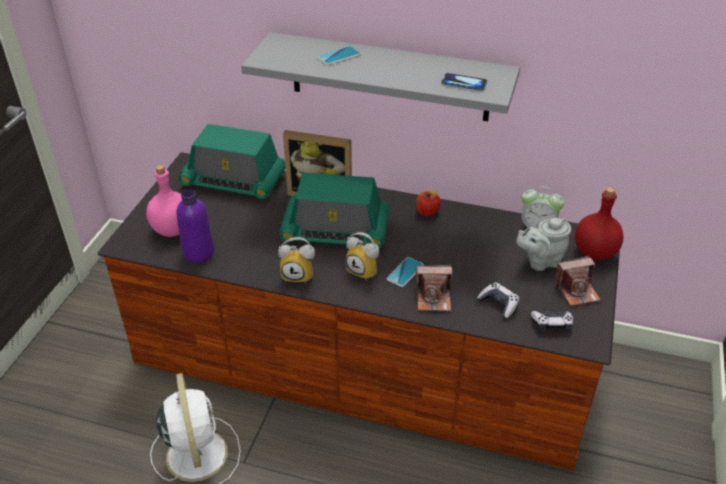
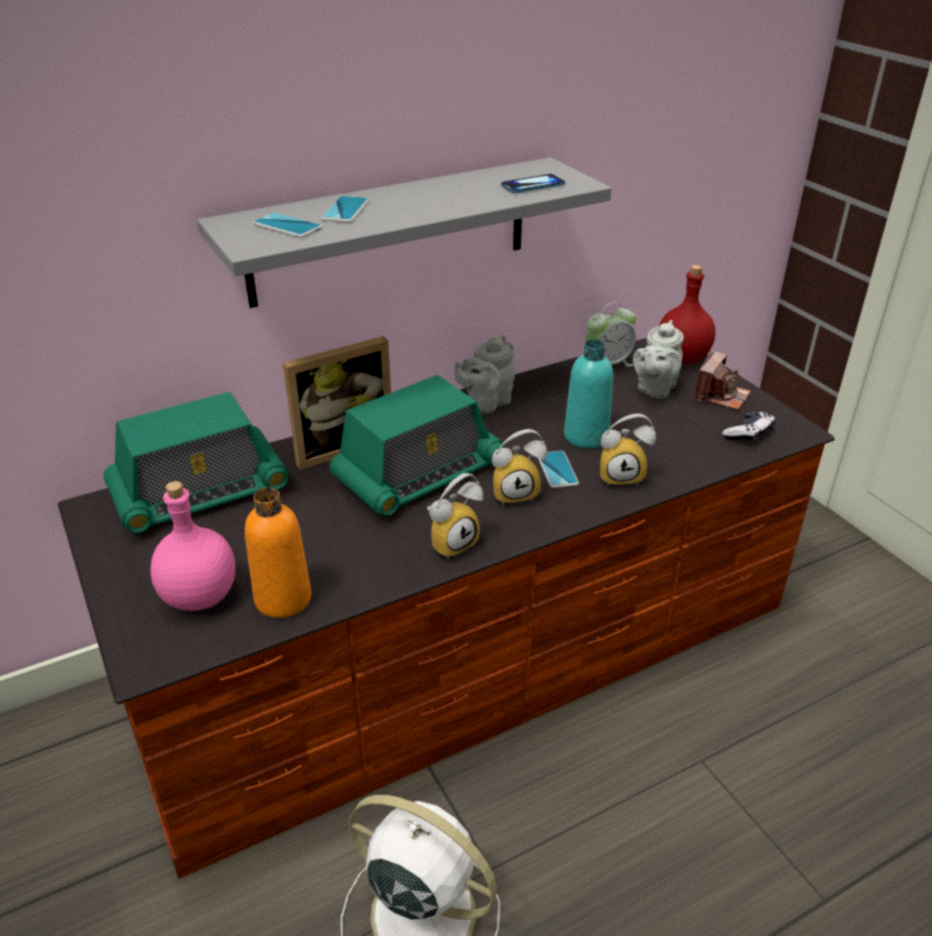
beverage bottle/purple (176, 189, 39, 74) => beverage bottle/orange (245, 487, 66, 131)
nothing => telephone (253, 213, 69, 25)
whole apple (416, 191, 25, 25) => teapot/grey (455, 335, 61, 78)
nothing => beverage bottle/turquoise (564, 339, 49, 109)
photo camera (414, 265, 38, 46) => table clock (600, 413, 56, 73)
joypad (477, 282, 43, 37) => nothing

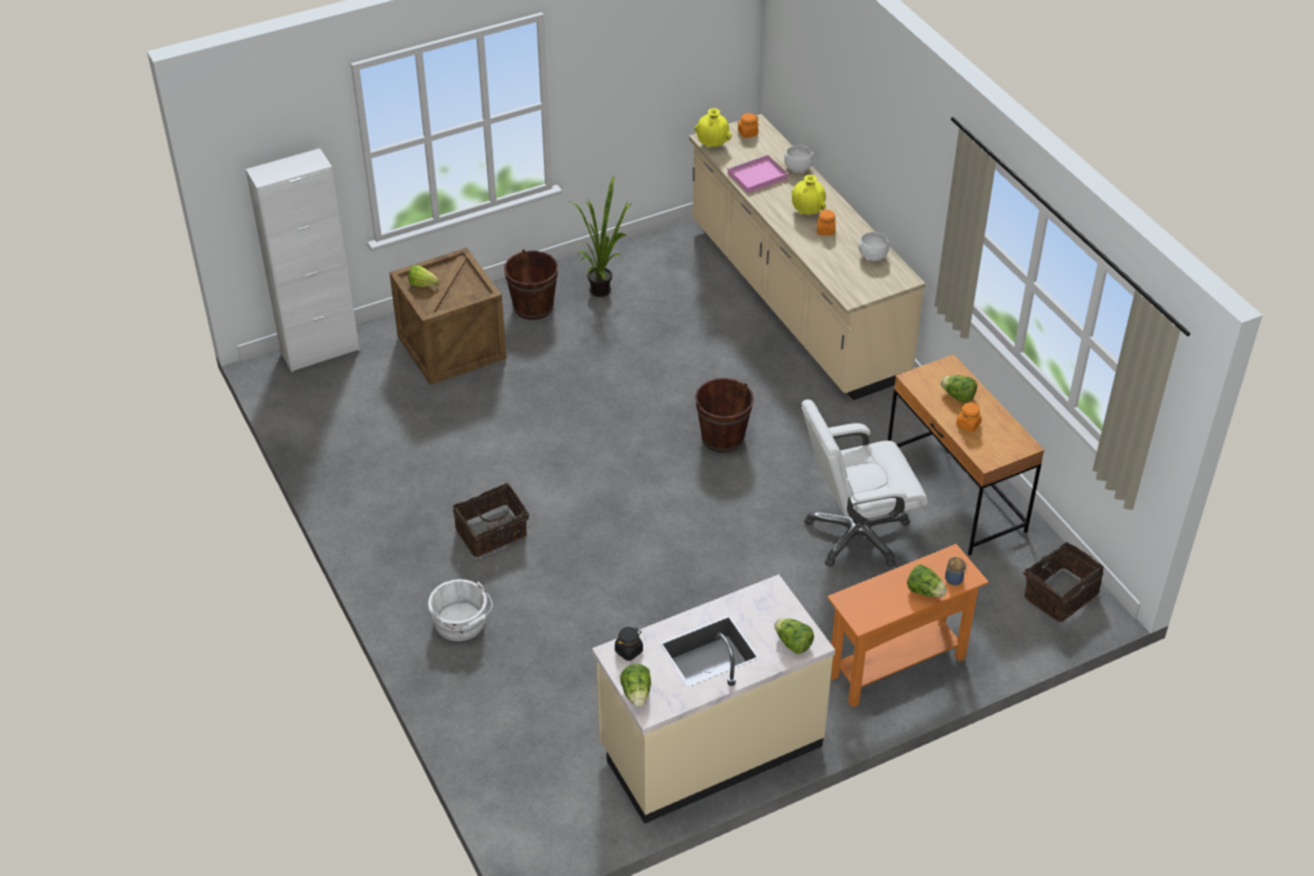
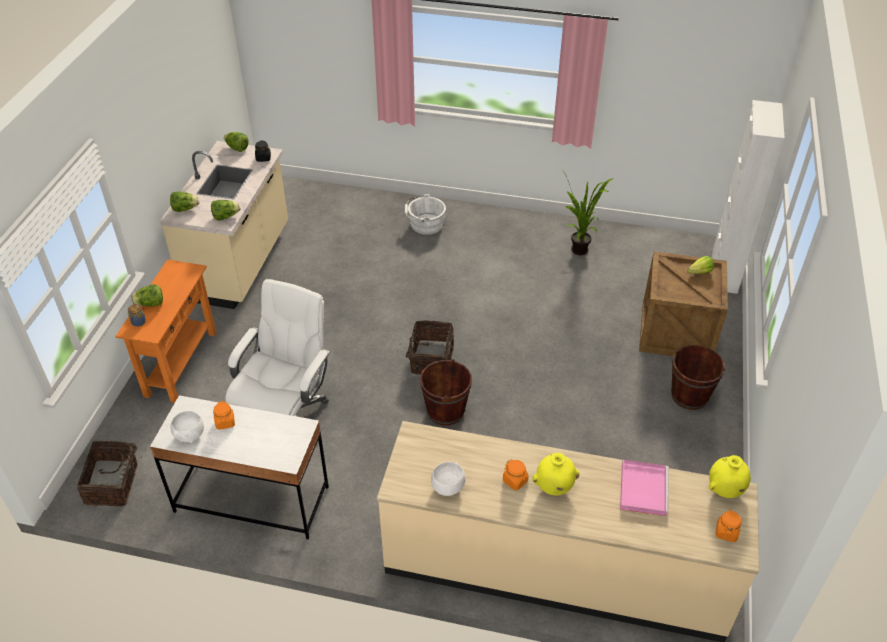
desk/brown (888, 354, 157, 202) => desk/white (150, 395, 179, 145)
deep dish/white (784, 145, 30, 28) => deep dish/white (170, 411, 34, 32), moved
head of lettuce (941, 375, 36, 28) => head of lettuce (211, 200, 29, 20), moved
storage basket (453, 483, 76, 74) => storage basket (406, 320, 48, 55), moved
houseplant (569, 176, 63, 121) => houseplant (561, 169, 53, 86), moved

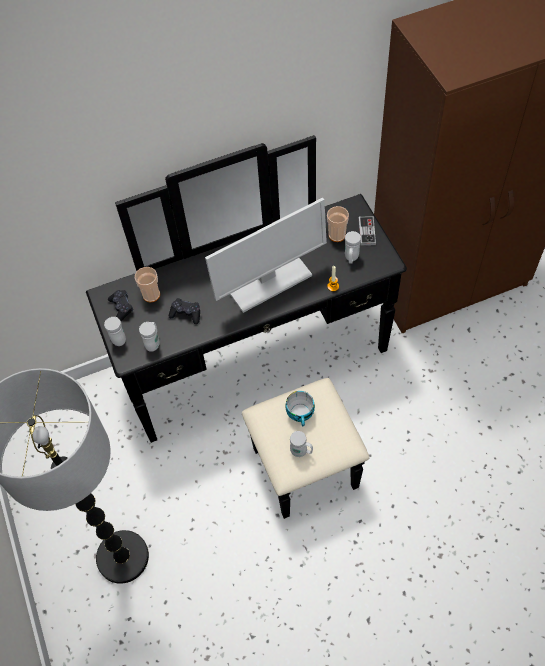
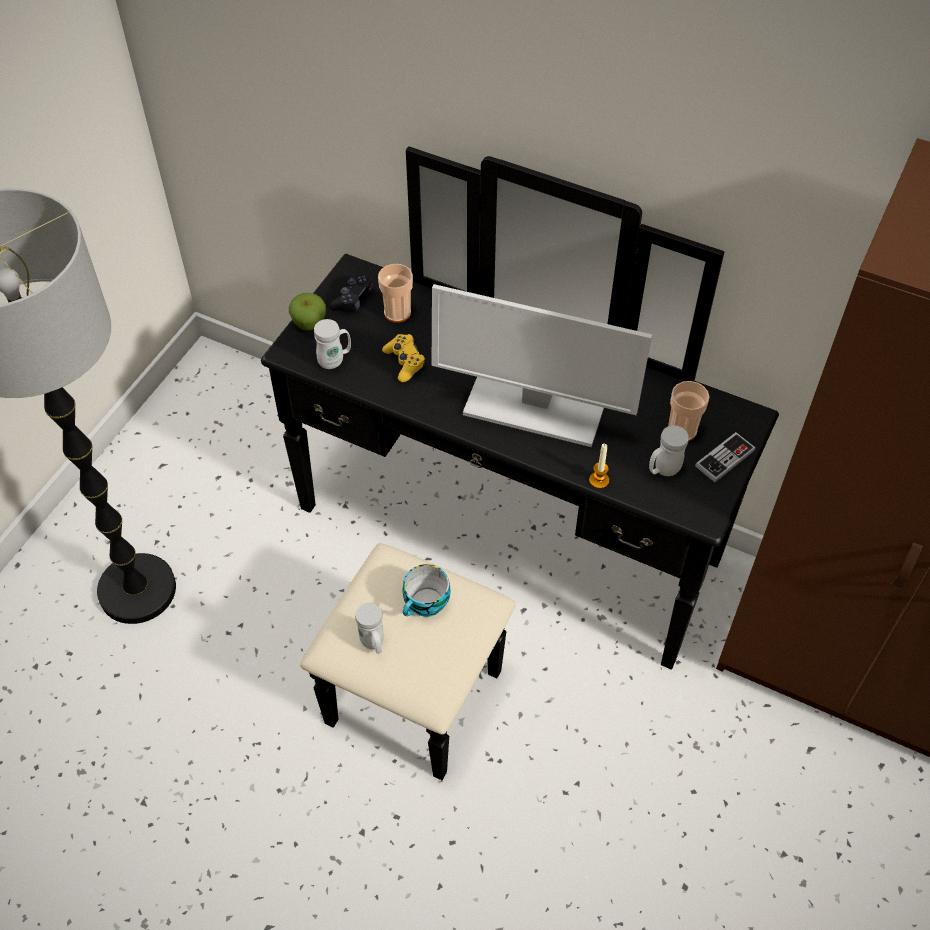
tea mug/white (104, 317, 22, 29) => whole apple (289, 293, 37, 38)
joypad/black-coloured (169, 298, 31, 26) => joypad/yellow-coloured (382, 334, 44, 48)

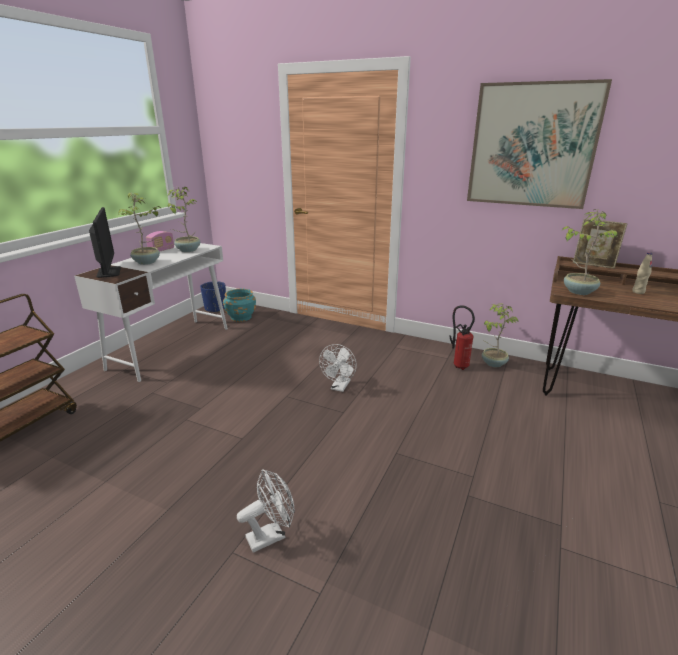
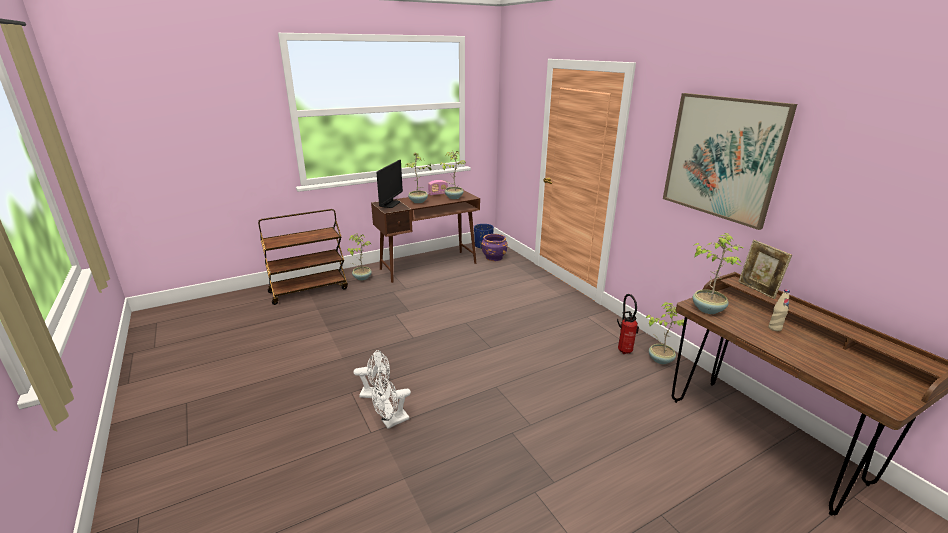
nothing => houseplant (348, 234, 24, 47)
desk/white (74, 243, 154, 139) => desk/brown (371, 190, 109, 93)
fan/white (319, 344, 38, 48) => fan/white (372, 376, 39, 53), moved
planter/turquoise (223, 289, 33, 33) => planter/purple (481, 234, 27, 27)

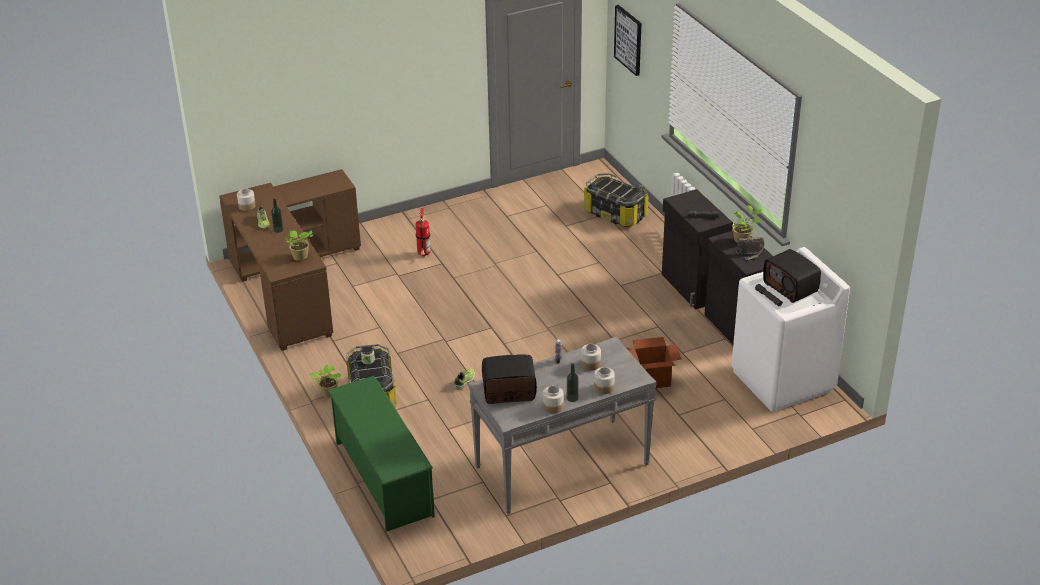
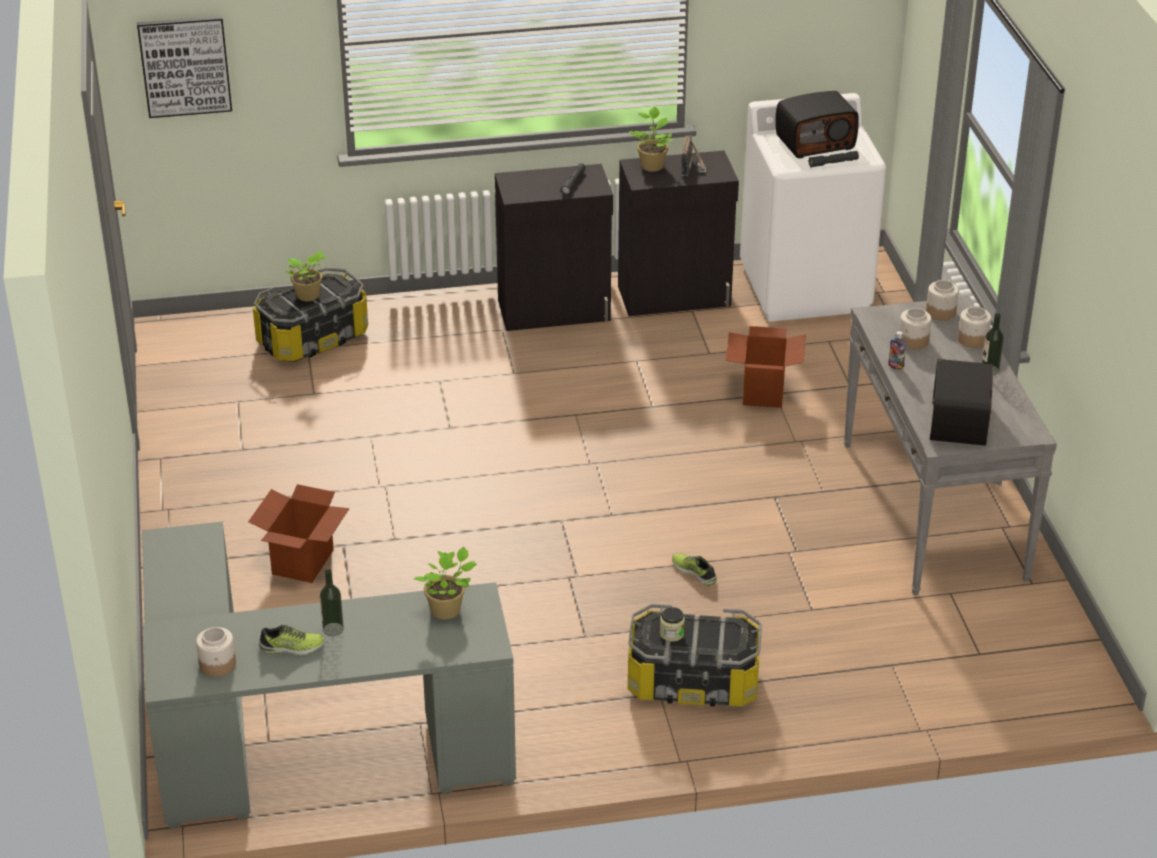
desk/brown (219, 169, 142, 182) => desk/grey (142, 522, 374, 306)
extinguisher (415, 208, 16, 49) => packing box (248, 484, 101, 99)
houseplant (309, 365, 32, 33) => houseplant (285, 251, 42, 50), moved
jar (543, 386, 20, 28) => jar (926, 280, 33, 41), moved
shoe shelf/greenish (328, 376, 107, 156) => nothing

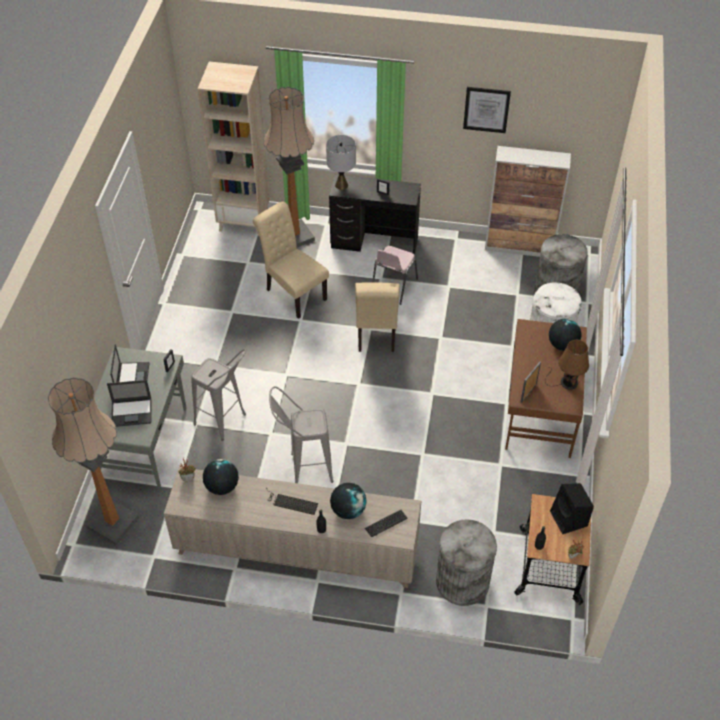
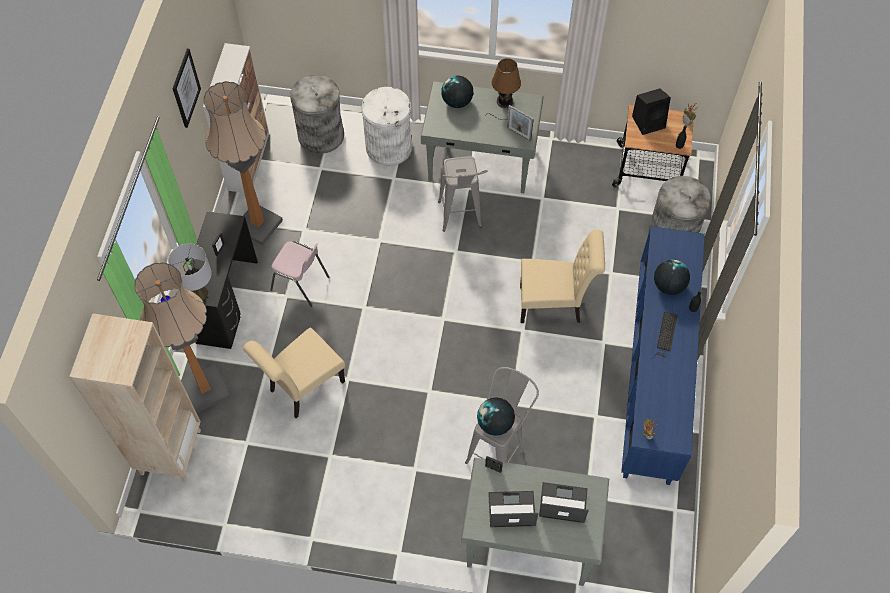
standing lamp (48, 378, 91, 167) => standing lamp (203, 81, 80, 164), moved
desk/brown (505, 319, 82, 139) => desk/grey (421, 81, 123, 112)
stool/grey (269, 386, 64, 97) => stool/grey (438, 156, 50, 76), moved
desk globe (203, 459, 36, 36) => desk globe (477, 397, 38, 39), moved
chair/beige (355, 282, 45, 70) => chair/beige (520, 229, 85, 94), moved
notebook computer (107, 380, 44, 47) => notebook computer (539, 482, 50, 41), 75 degrees counterclockwise
cabinet/beige (164, 467, 257, 121) => cabinet/blue (621, 226, 84, 259)
PC keyboard (365, 510, 43, 27) => nothing

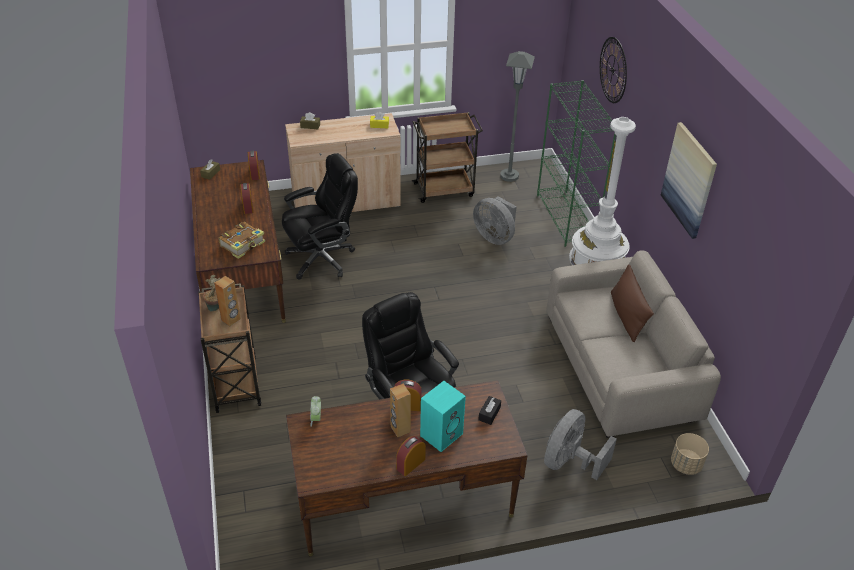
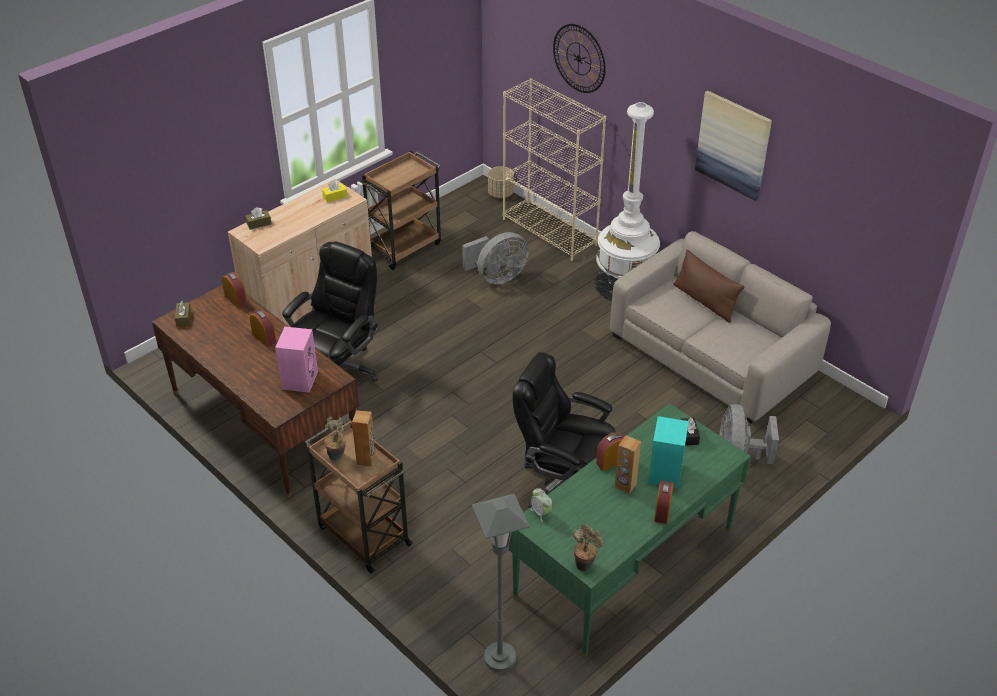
volume (218, 222, 47, 37) => speaker/pink (275, 327, 43, 66)
fan/grey (473, 196, 44, 49) => fan/grey (462, 232, 67, 52), 45 degrees counterclockwise
standing lamp/grey (500, 51, 35, 131) => standing lamp/grey (472, 494, 58, 178), moved
planter/beige (671, 433, 38, 42) => planter/beige (488, 166, 26, 32), moved
shelving unit/greenish (537, 80, 79, 167) => shelving unit/beige (503, 78, 103, 183)
desk/brown (286, 380, 242, 177) => desk/greenish (509, 403, 242, 254)
nothing => houseplant (573, 524, 30, 47)

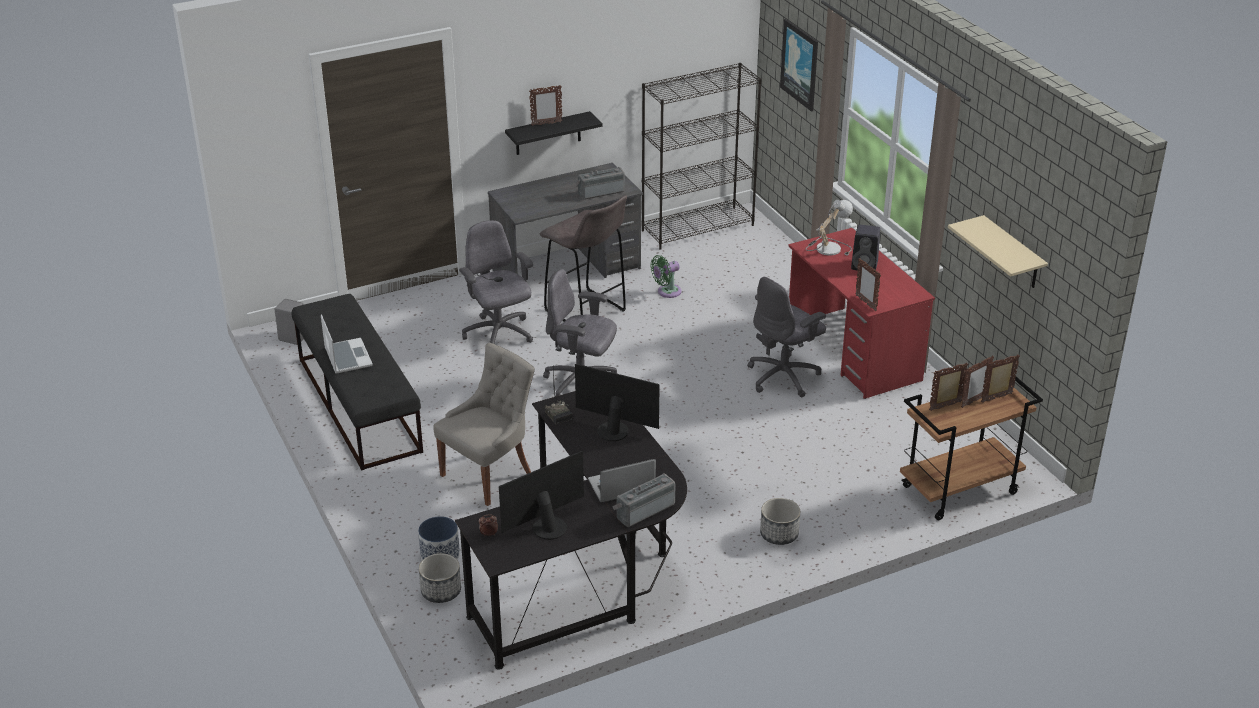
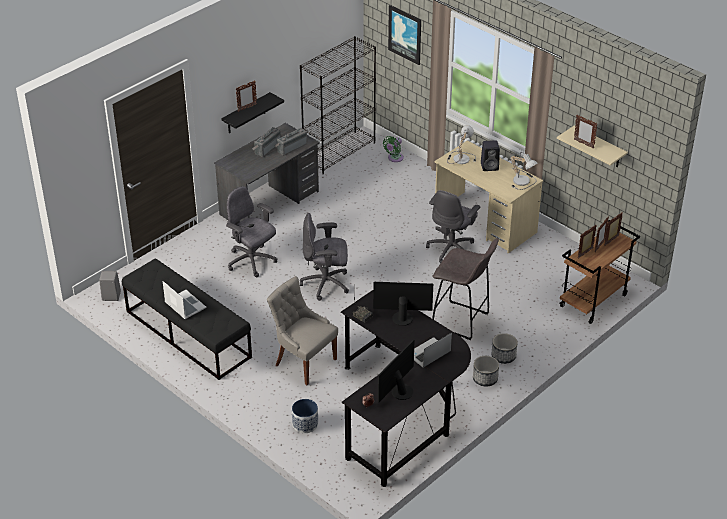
radio set (612, 474, 63, 53) => radio set (252, 127, 29, 30), moved
chair/grey (433, 343, 102, 163) => chair/grey (267, 276, 71, 109), 75 degrees counterclockwise
fan/greenish (650, 255, 31, 43) => fan/greenish (383, 136, 21, 26), moved
stool/grey (539, 195, 88, 126) => stool/grey (432, 238, 67, 102), moved
desk/reddish (788, 228, 147, 171) => desk/beige (434, 140, 109, 113)
planter (419, 553, 42, 50) => planter (473, 356, 26, 31), moved
nothing => table lamp (510, 152, 28, 38)
photo frame (855, 258, 26, 53) => photo frame (574, 115, 24, 33), moved

